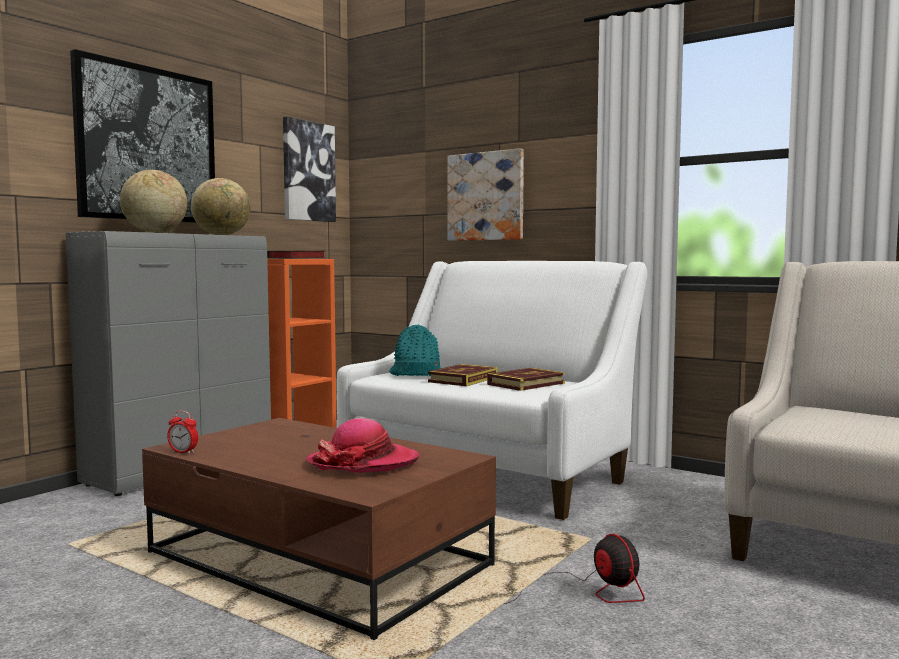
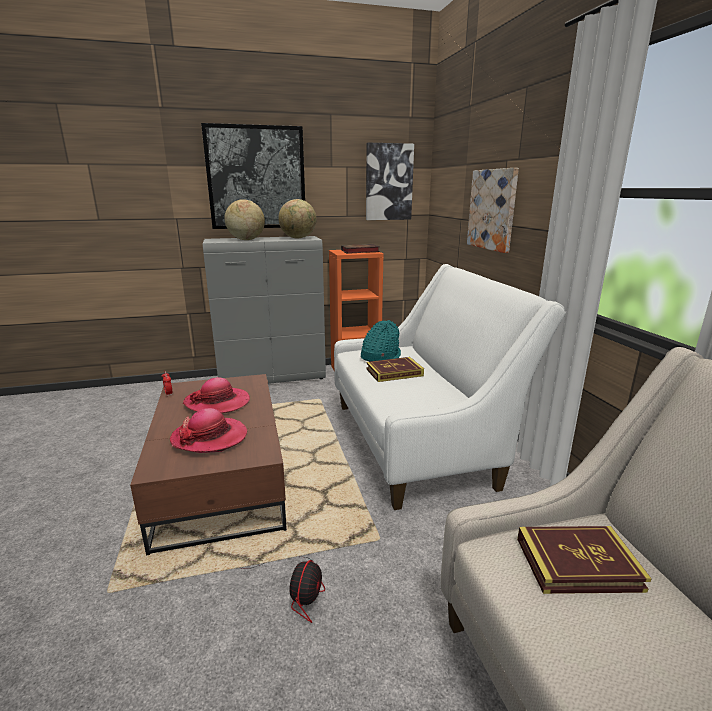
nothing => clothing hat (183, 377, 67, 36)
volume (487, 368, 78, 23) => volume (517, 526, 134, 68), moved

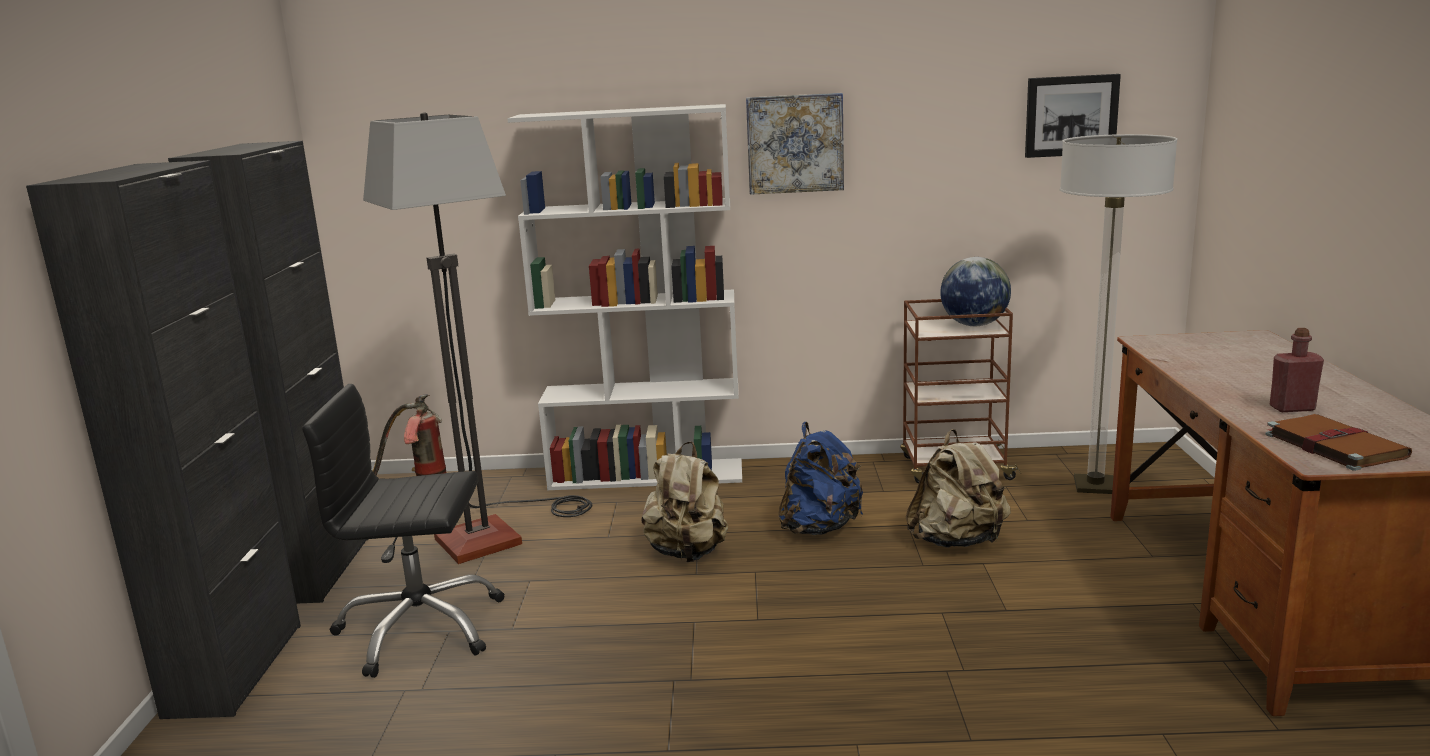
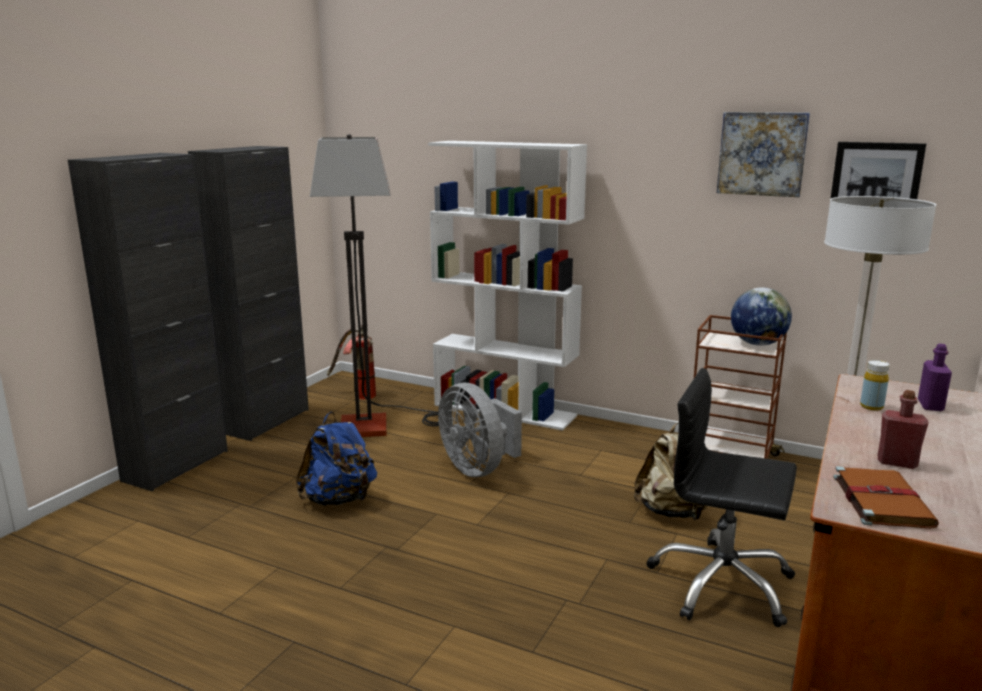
knapsack/blue (778, 422, 85, 113) => knapsack/blue (296, 412, 81, 94), moved
knapsack/beige (641, 441, 87, 121) => fan/grey (438, 383, 84, 94)
office chair/black-coloured (302, 384, 202, 294) => office chair/black-coloured (647, 368, 150, 259), moved
picture (746, 93, 98, 102) => picture (717, 112, 93, 85), moved
nothing => beverage bottle/yellow-coloured (860, 360, 30, 51)
nothing => beverage bottle/purple (918, 344, 34, 67)

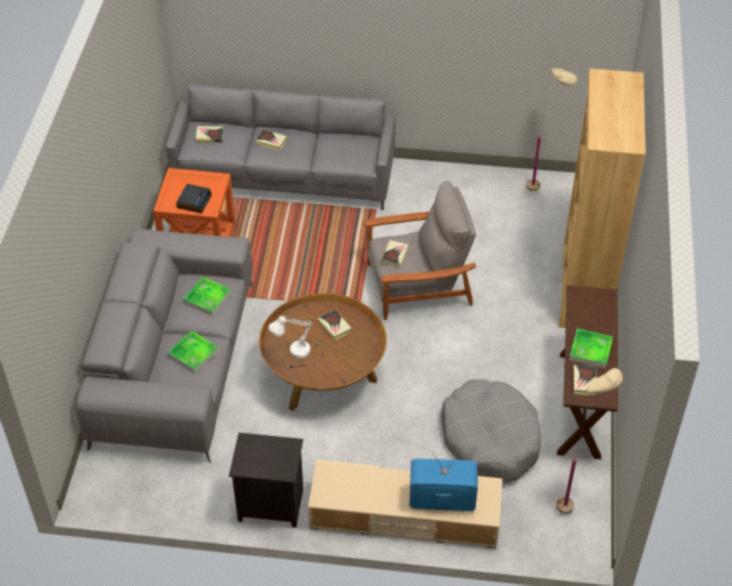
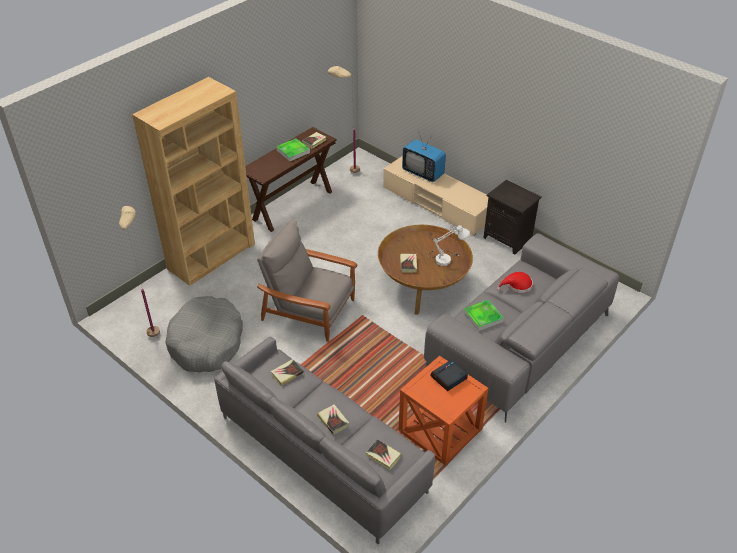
dog bed/grey (441, 379, 100, 105) => dog bed/grey (165, 296, 78, 77), moved
volume (381, 240, 27, 27) => volume (271, 359, 33, 27), moved
tray (168, 331, 51, 43) => clothing hat/reddish (497, 272, 36, 21)

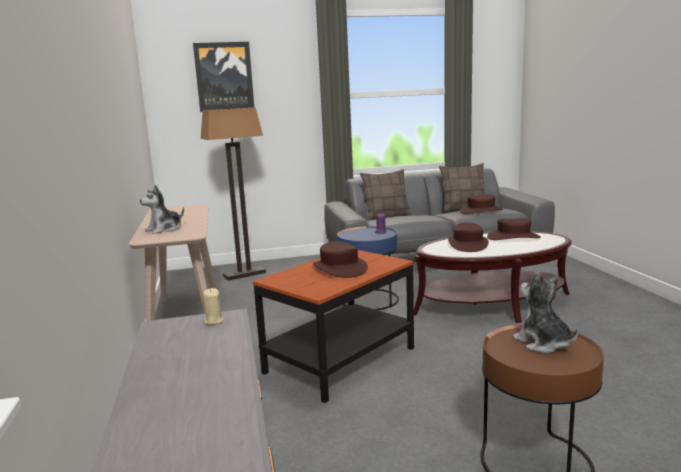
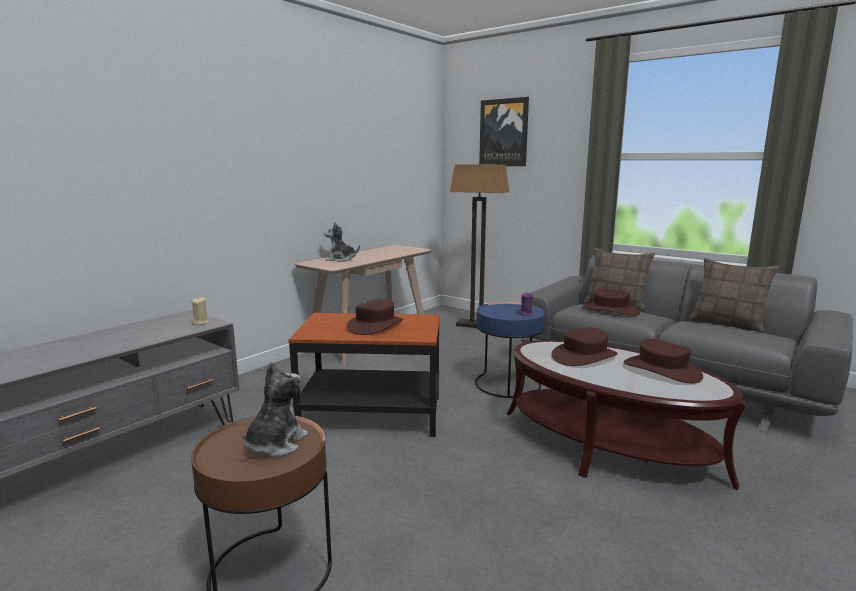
clothing hat/brown (459, 194, 44, 20) => clothing hat/brown (582, 289, 58, 27), moved

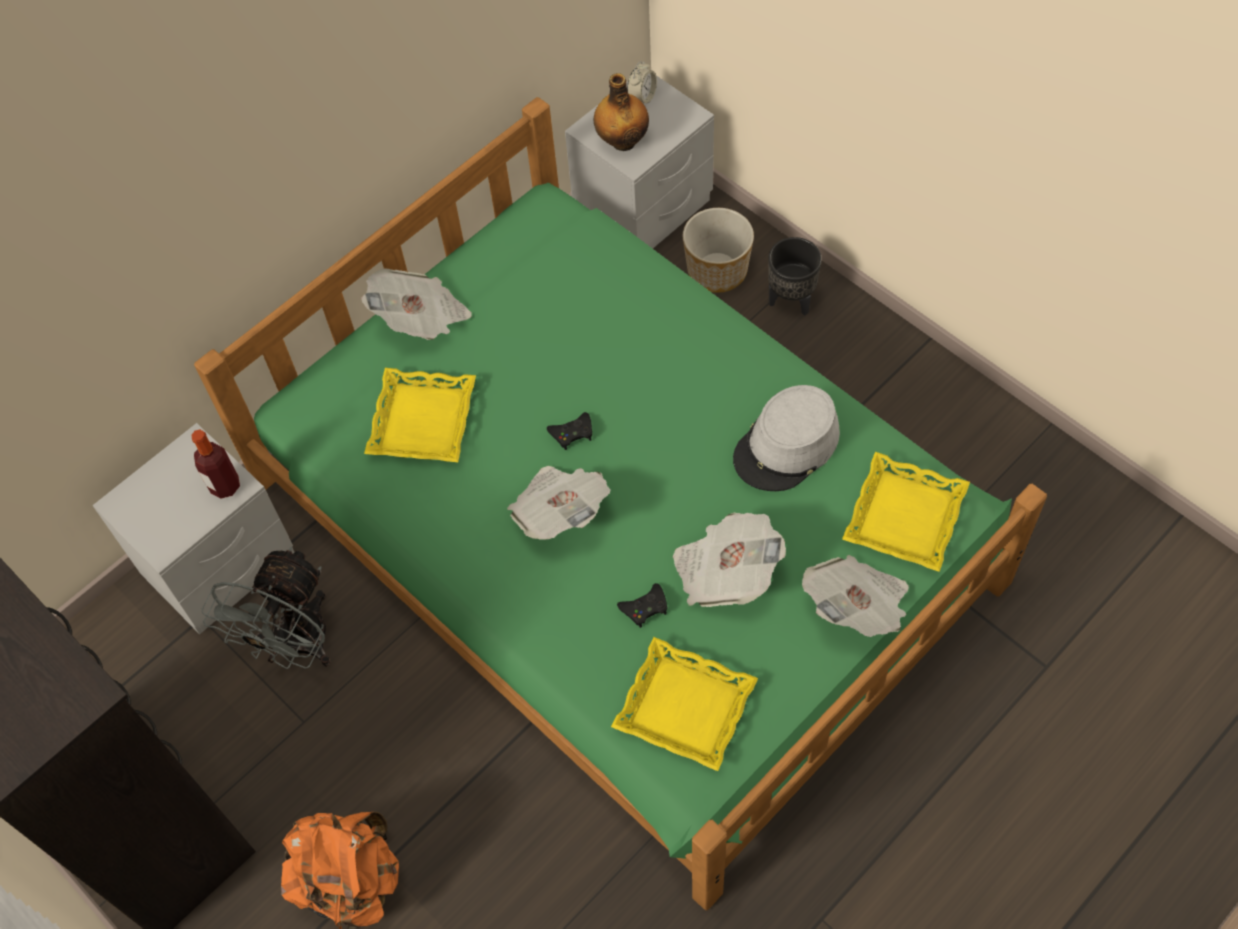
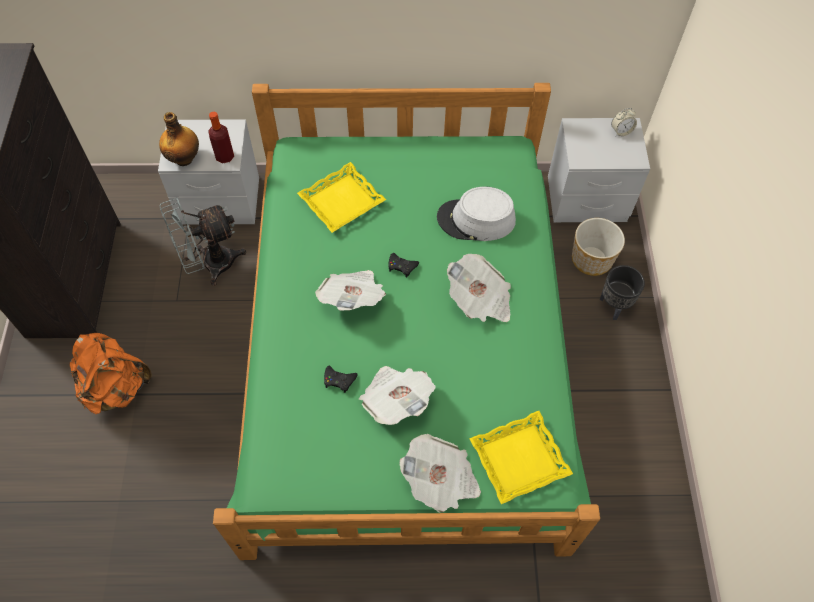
beverage bottle (594, 73, 55, 78) => beverage bottle (159, 112, 40, 54), moved
clothing hat/grey (733, 385, 107, 106) => clothing hat/grey (437, 187, 79, 54), moved
printed paper (361, 268, 111, 72) => printed paper (447, 254, 64, 68), moved
tray/yellow-coloured (611, 637, 147, 134) => nothing

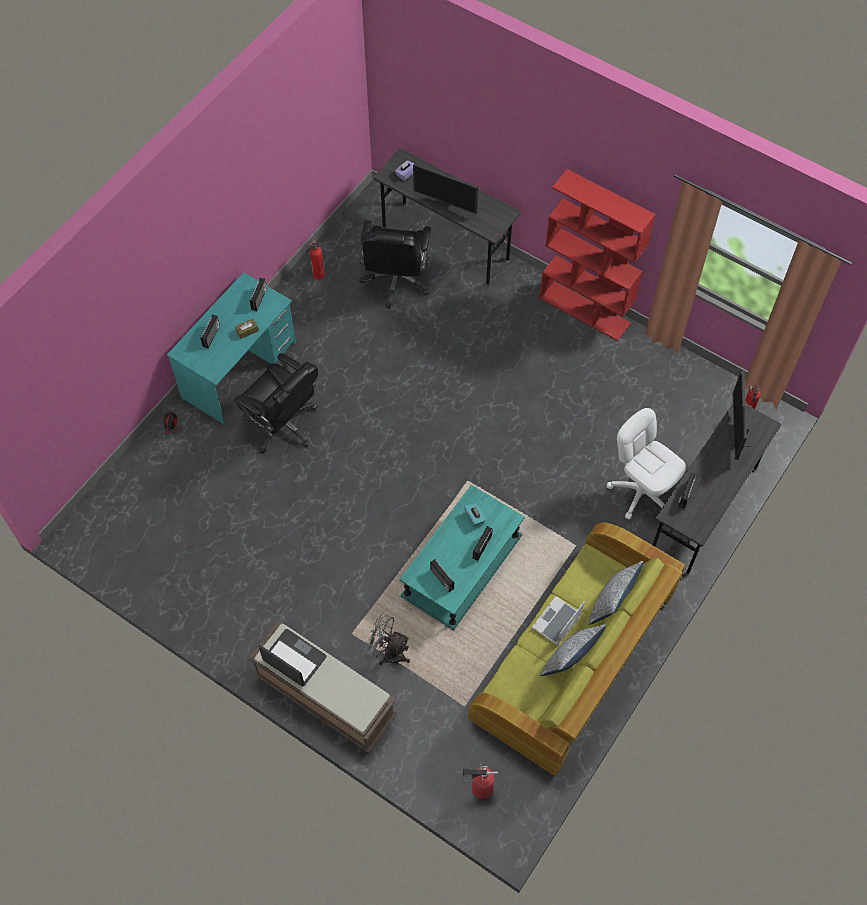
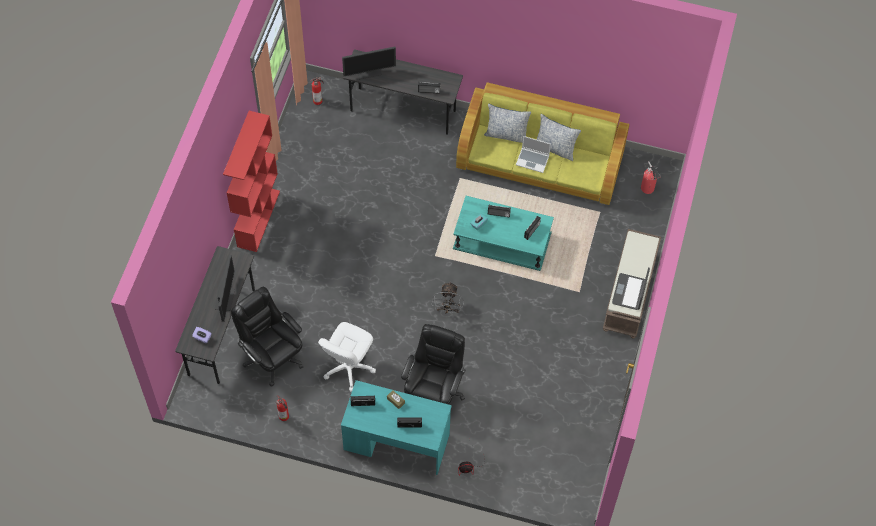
office chair/black-coloured (359, 220, 72, 89) => office chair/black-coloured (231, 286, 72, 101), 120 degrees counterclockwise
office chair/white (606, 408, 80, 111) => office chair/white (318, 322, 58, 70), moved
fan/grey (365, 614, 45, 51) => fan/grey (432, 282, 32, 32), moved

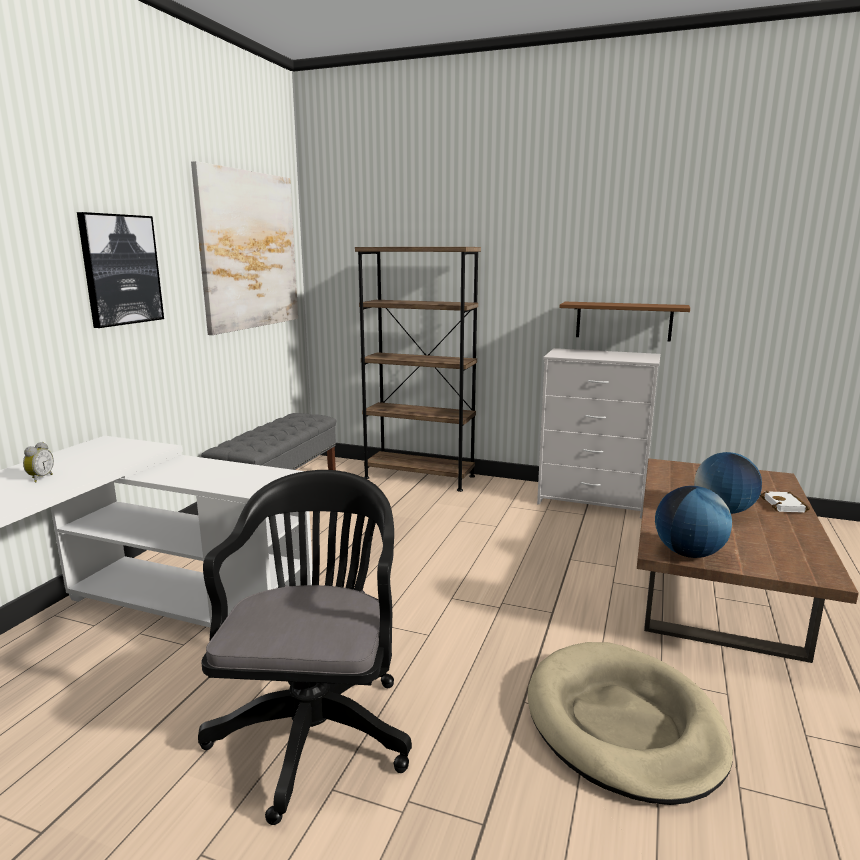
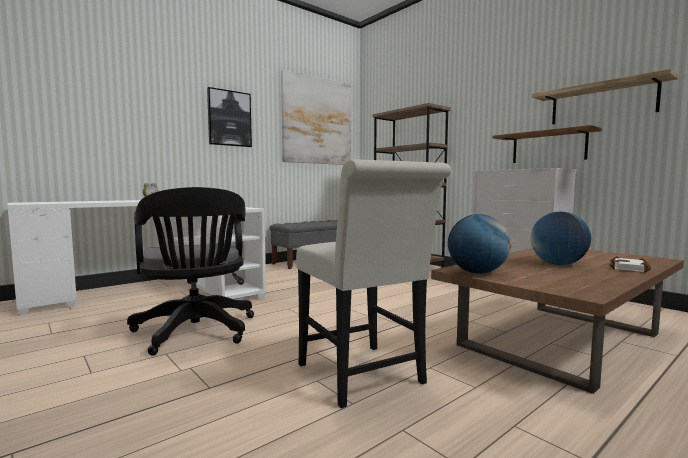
office chair/black-coloured (198, 470, 214, 355) => office chair/black-coloured (127, 187, 127, 169), 120 degrees clockwise
dog bed/beige (528, 642, 205, 163) => chair/white (296, 159, 155, 249)
nothing => shelf (532, 69, 146, 55)

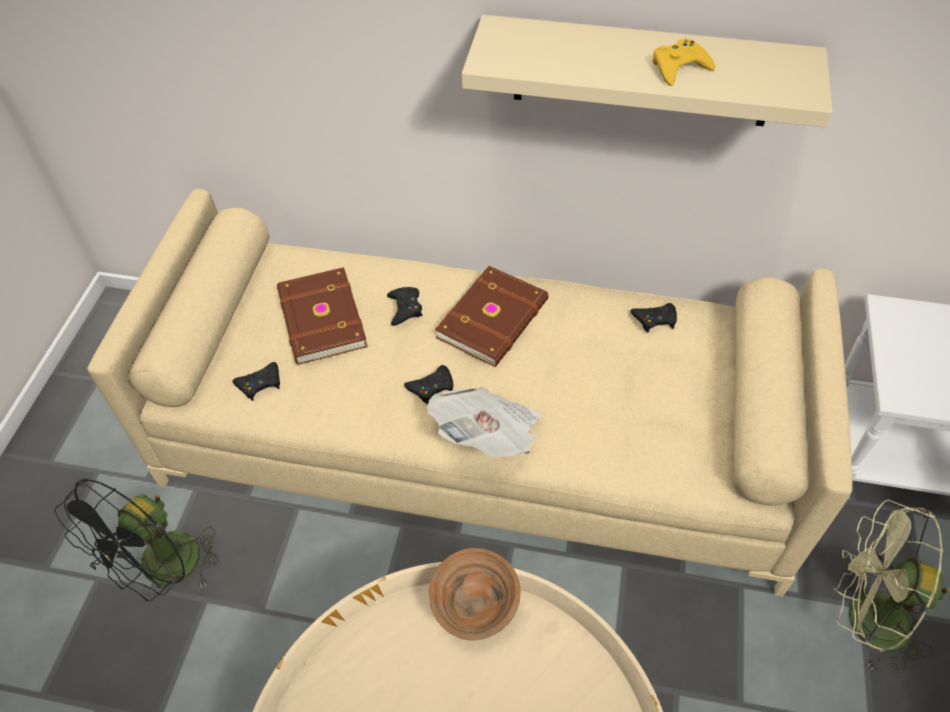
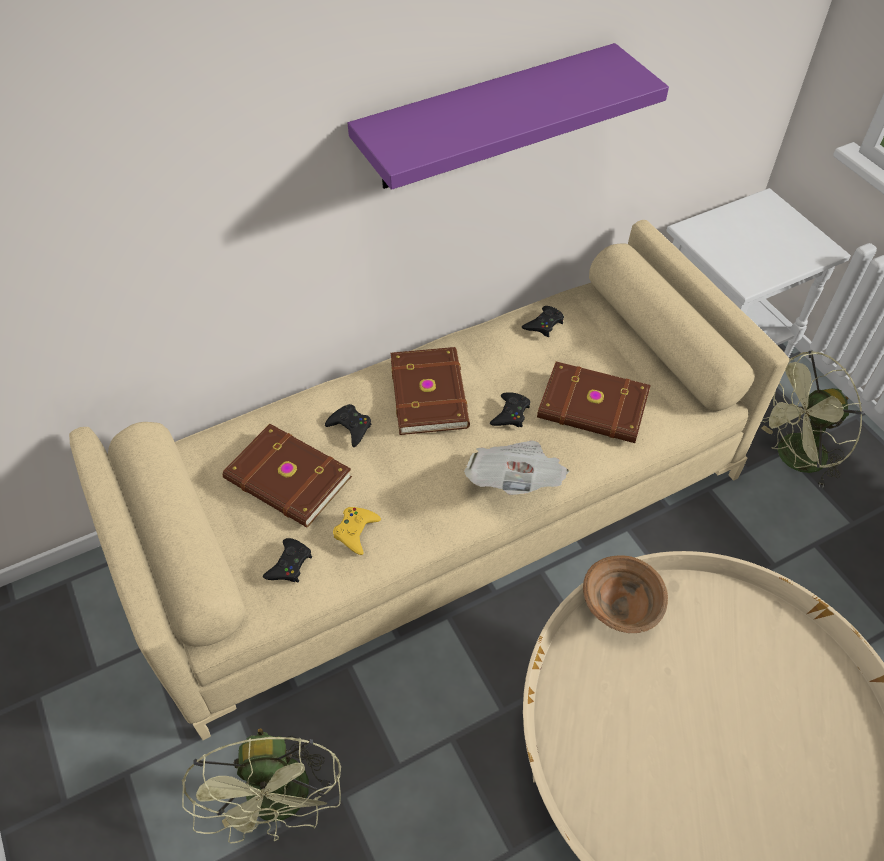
fan/black-coloured (55, 478, 164, 123) => fan/greenish (182, 728, 159, 116)
joypad/yellow-coloured (652, 39, 63, 47) => joypad/yellow-coloured (333, 507, 48, 48), moved
shelf/beige (462, 15, 371, 113) => shelf/purple (348, 43, 321, 147)
joypad/black-coloured (404, 365, 50, 40) => joypad/black-coloured (490, 392, 40, 35), moved
nothing => volume/brown (537, 361, 114, 82)

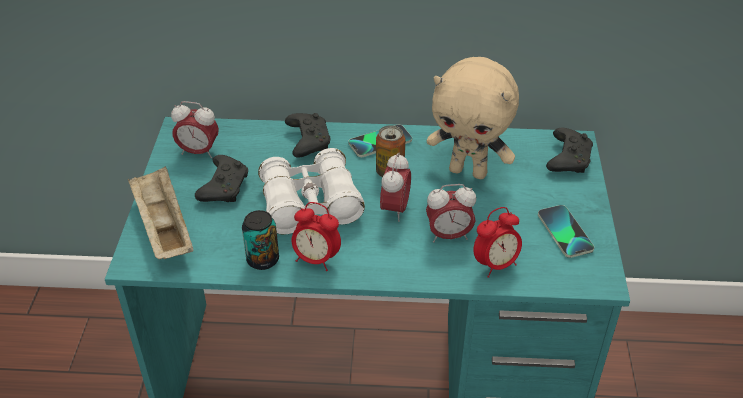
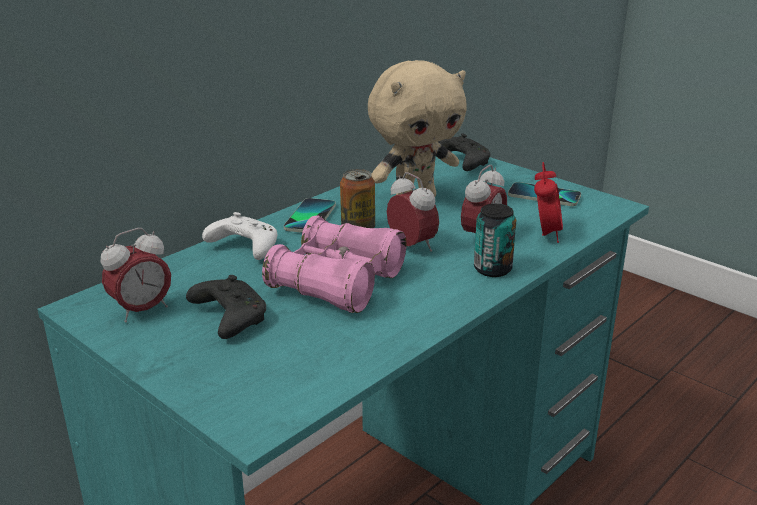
joypad/black-coloured (285, 113, 45, 45) => joypad/white (202, 212, 75, 48)
binoculars/white (258, 148, 107, 86) => binoculars/pink (262, 215, 144, 98)
can (242, 210, 37, 60) => can (474, 204, 42, 73), moved
tray/beige (128, 166, 66, 93) => nothing
table clock (292, 202, 49, 69) => nothing

